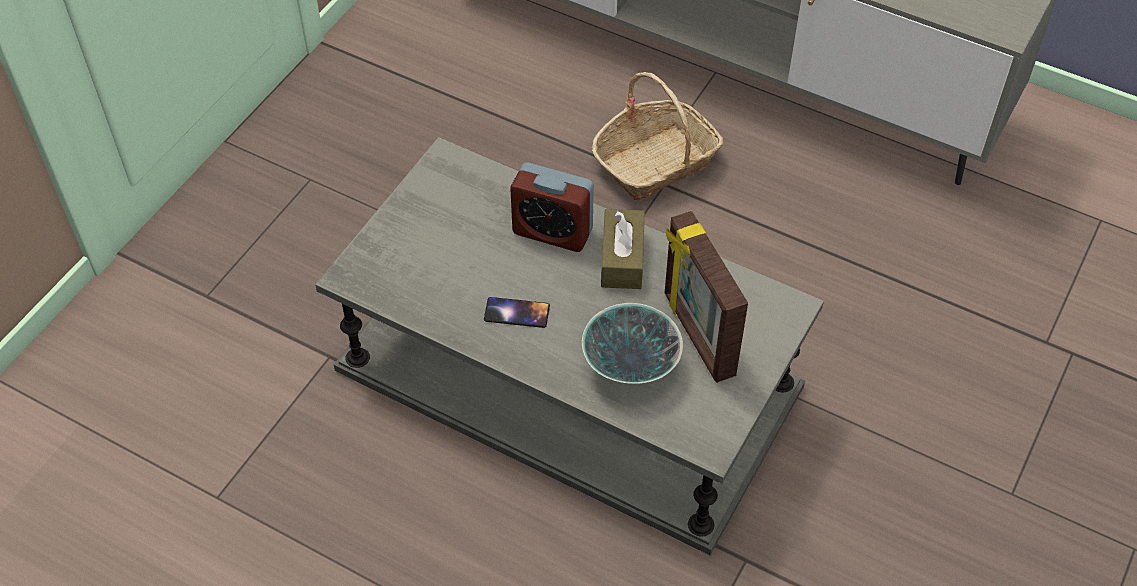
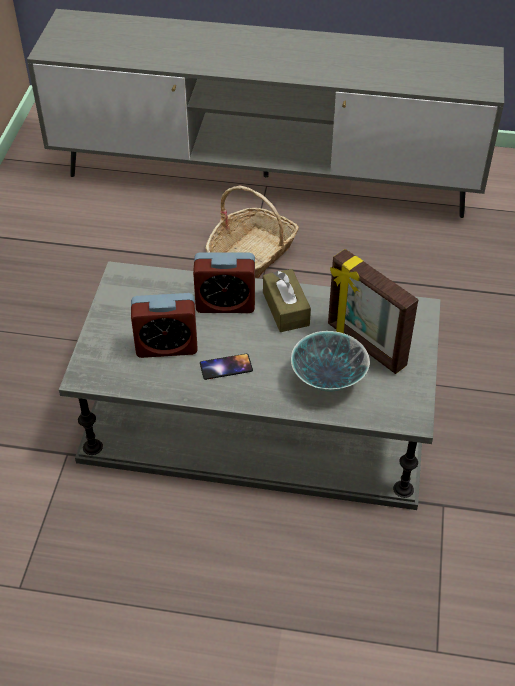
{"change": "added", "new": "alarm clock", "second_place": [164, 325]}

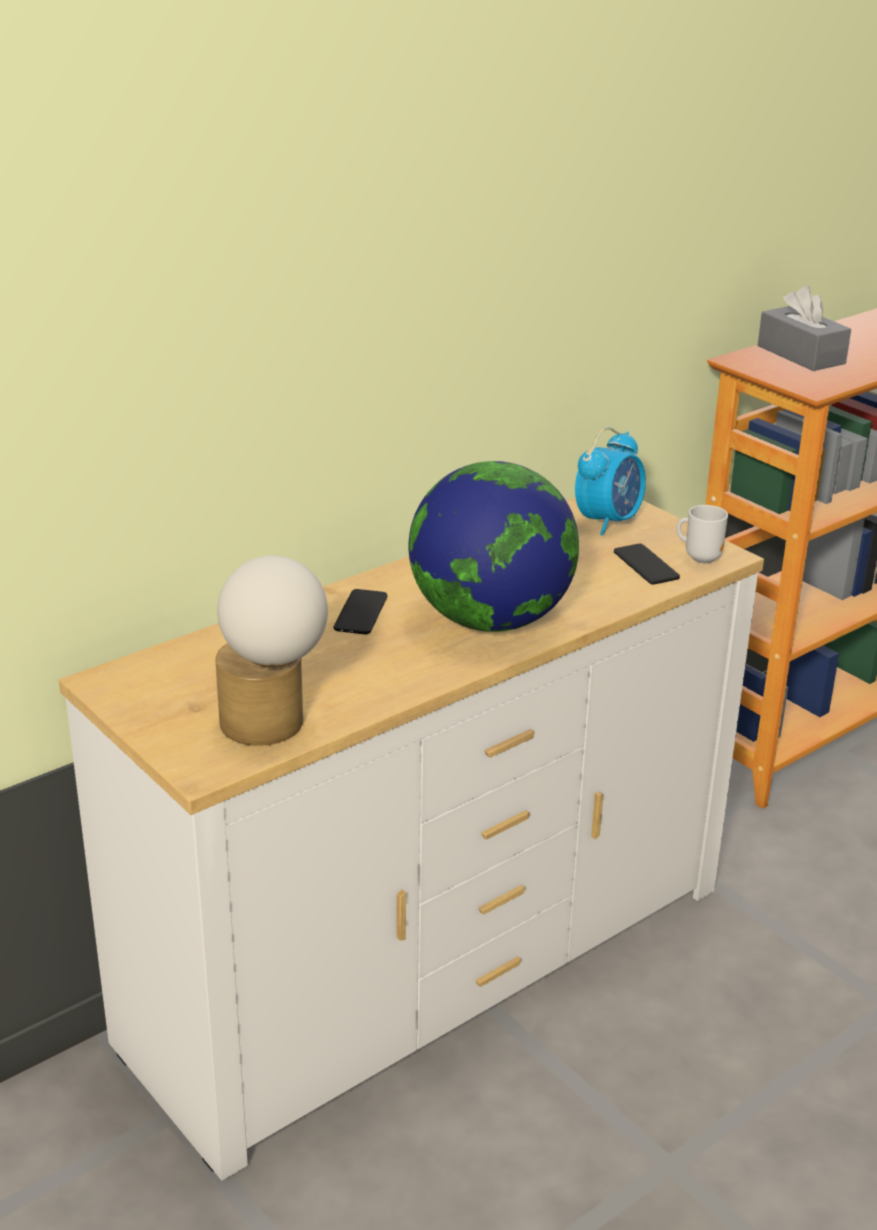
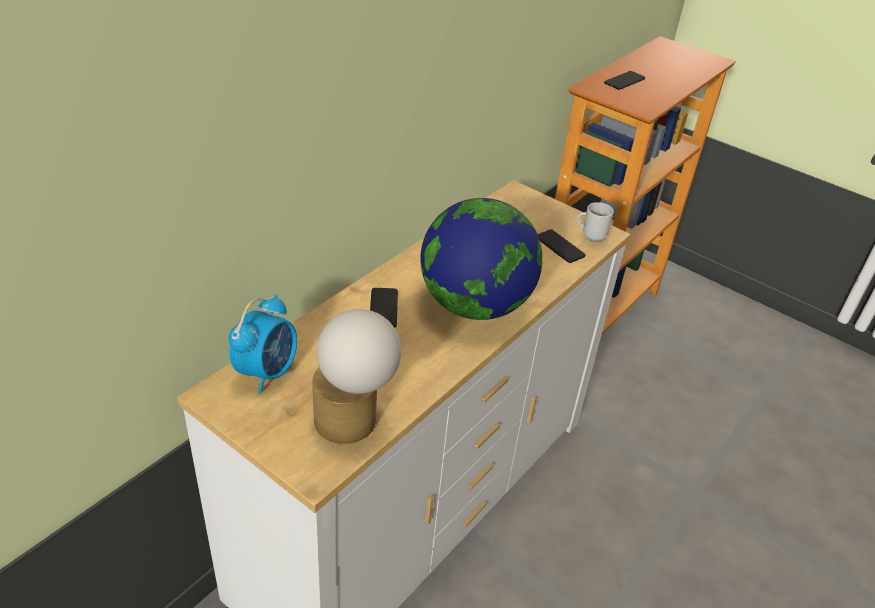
{"change": "replaced", "old": "grey tissue box", "new": "phone", "first_place": [804, 328], "second_place": [624, 80]}
{"change": "moved", "old": "alarm clock", "first_place": [610, 481], "second_place": [263, 344]}

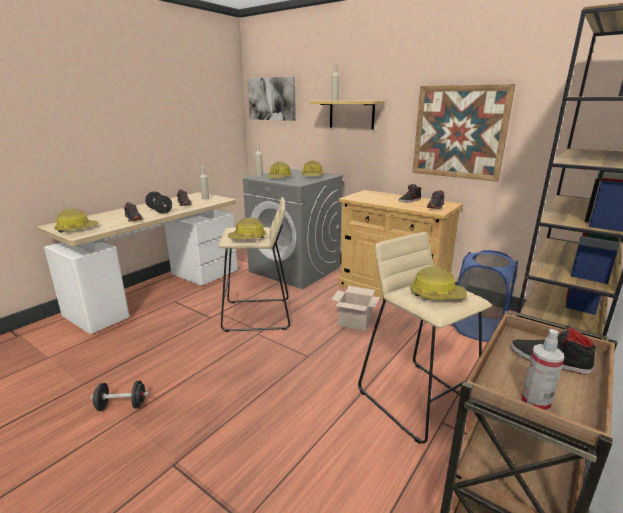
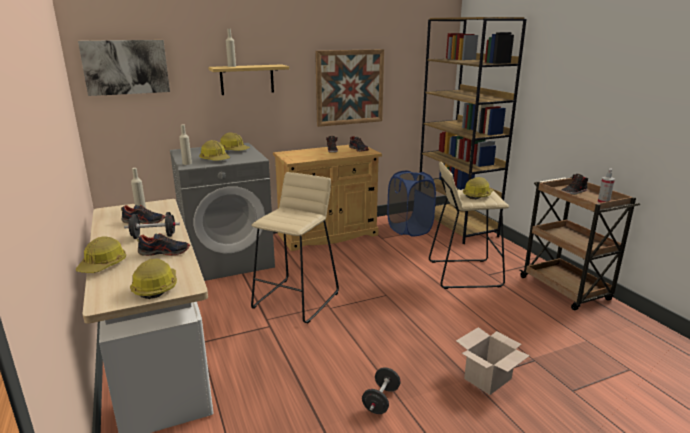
{"change": "moved", "old": "hard hat", "first_place": [247, 228], "second_place": [101, 255]}
{"change": "moved", "old": "cardboard box", "first_place": [355, 308], "second_place": [493, 361]}

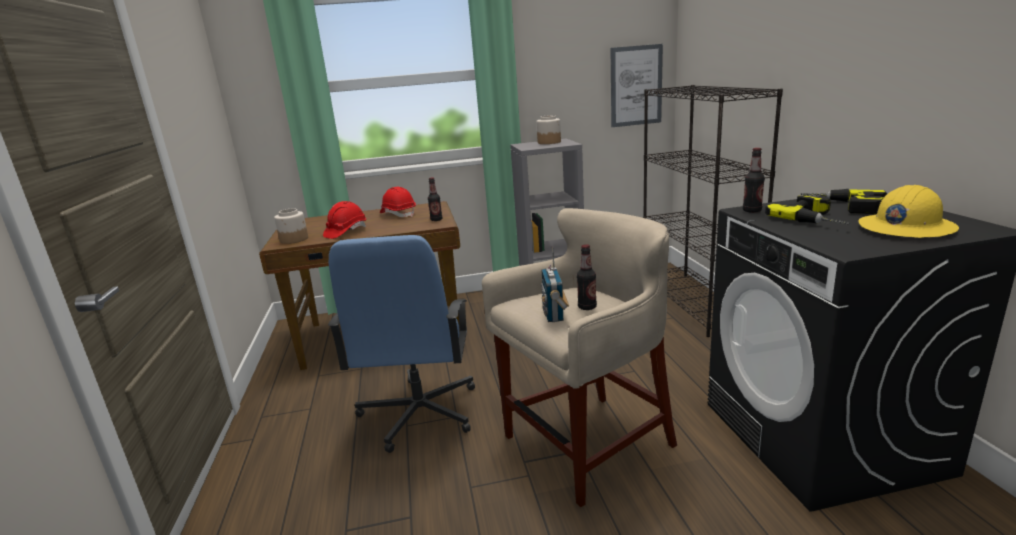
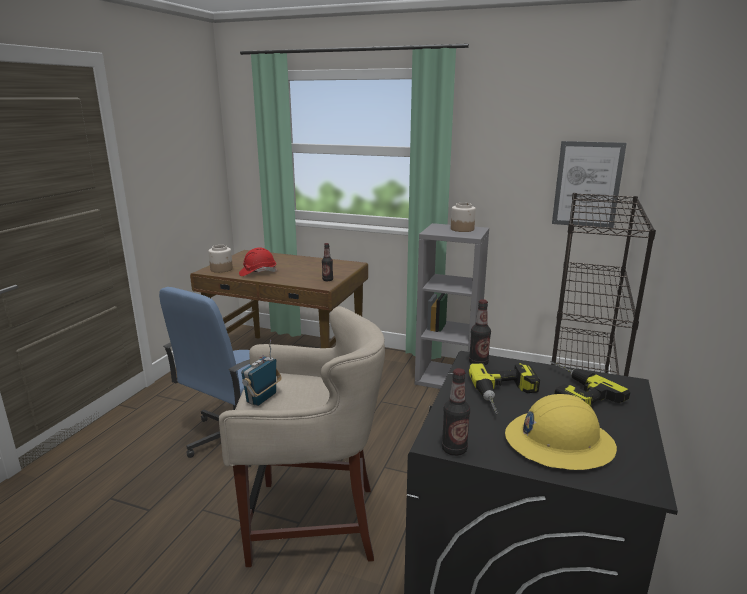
{"change": "removed", "old": "red hard hat", "first_place": [398, 202]}
{"change": "moved", "old": "bottle", "first_place": [587, 277], "second_place": [456, 412]}

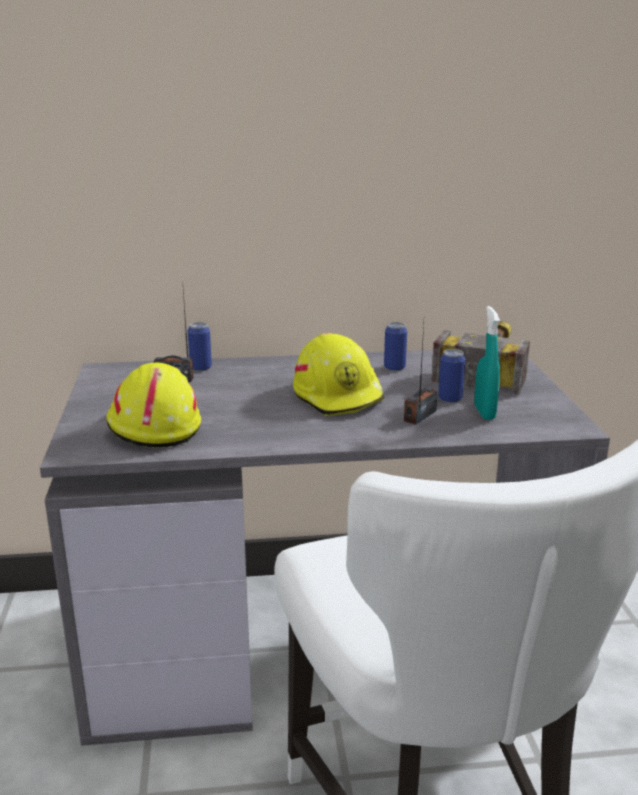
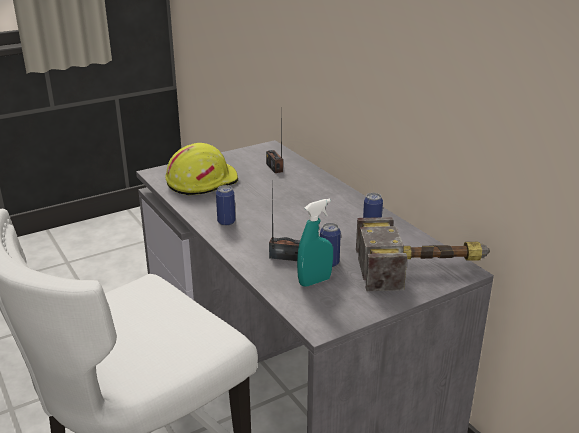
{"change": "moved", "old": "can", "first_place": [200, 346], "second_place": [225, 205]}
{"change": "removed", "old": "yellow hard hat", "first_place": [339, 374]}

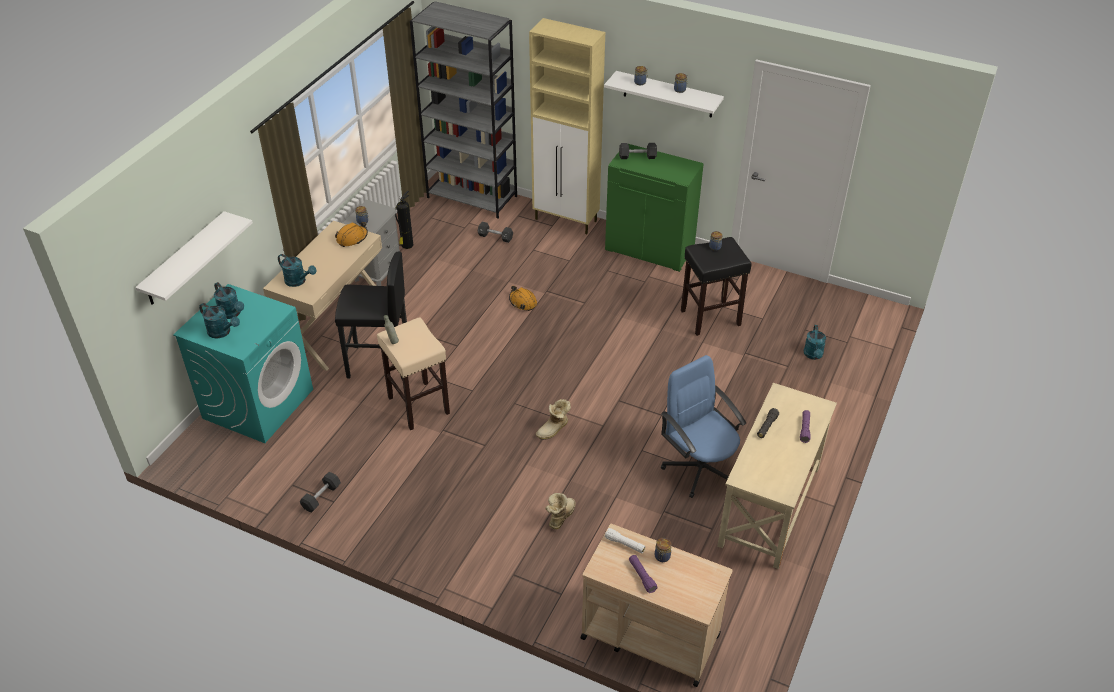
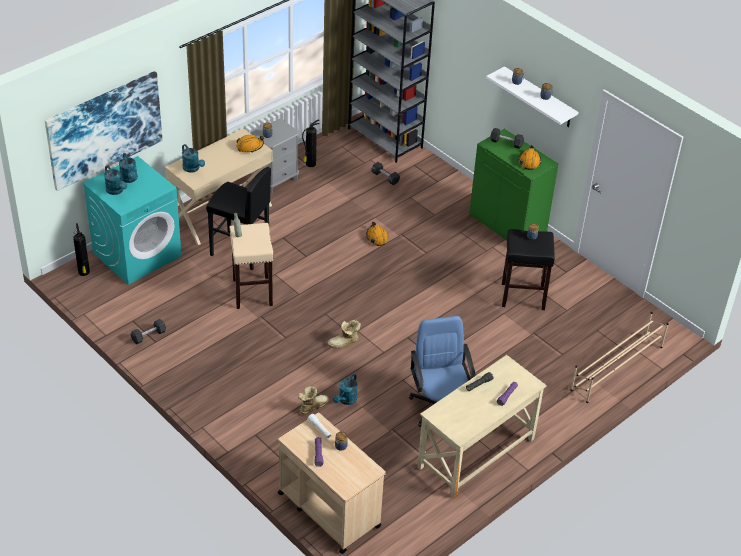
{"change": "removed", "old": "beige cabinet", "first_place": [567, 126]}
{"change": "replaced", "old": "white shelf", "new": "picture", "first_place": [194, 258], "second_place": [103, 131]}
{"change": "moved", "old": "turquoise watering can", "first_place": [815, 342], "second_place": [345, 389]}
{"change": "added", "new": "orange hard hat", "second_place": [529, 157]}
{"change": "added", "new": "fire extinguisher", "second_place": [81, 249]}
{"change": "added", "new": "beige shoe rack", "second_place": [619, 357]}

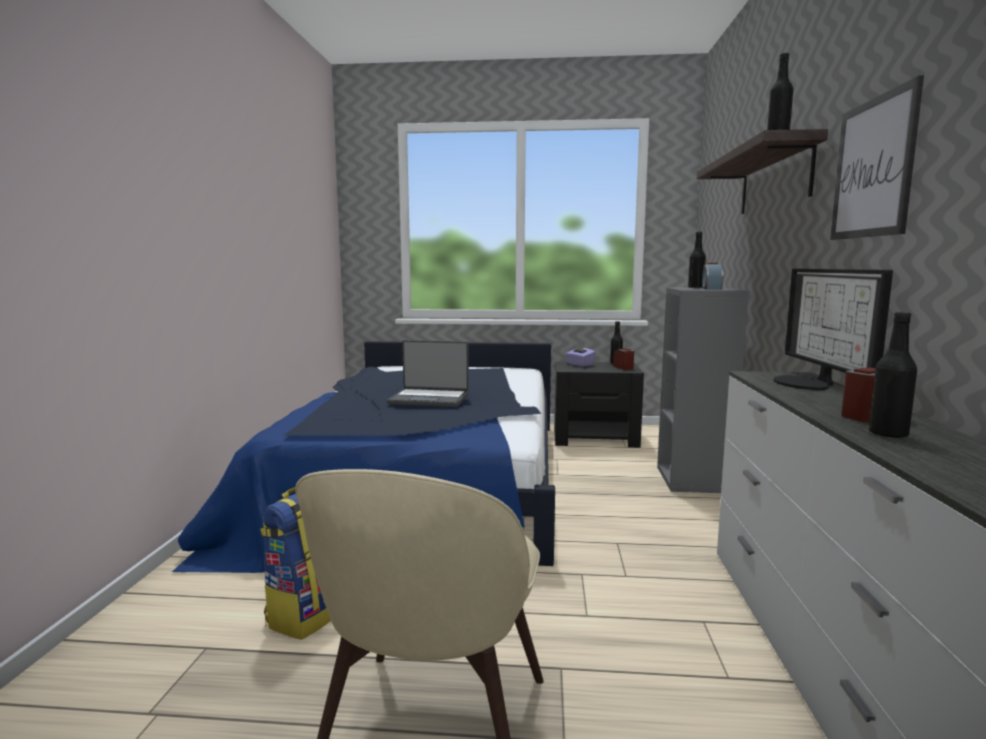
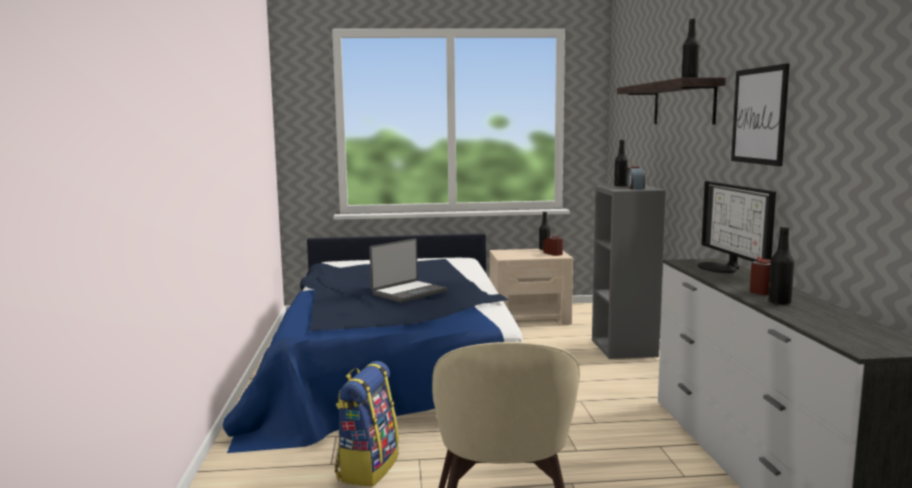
{"change": "turned", "old": "laptop", "first_place": [428, 373], "second_place": [408, 270], "degrees": -45}
{"change": "removed", "old": "purple tissue box", "first_place": [580, 355]}
{"change": "recoloured", "old": "black nightstand", "new": "beige nightstand", "first_place": [599, 405], "second_place": [531, 287]}

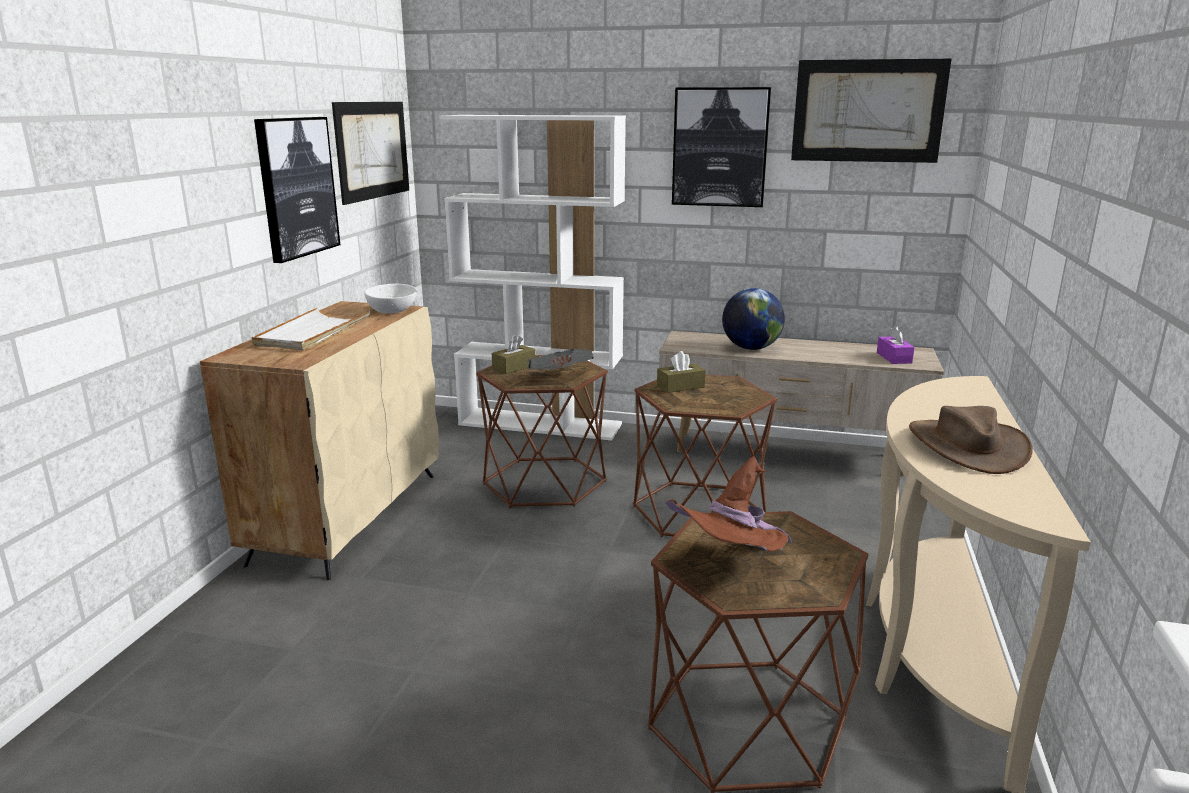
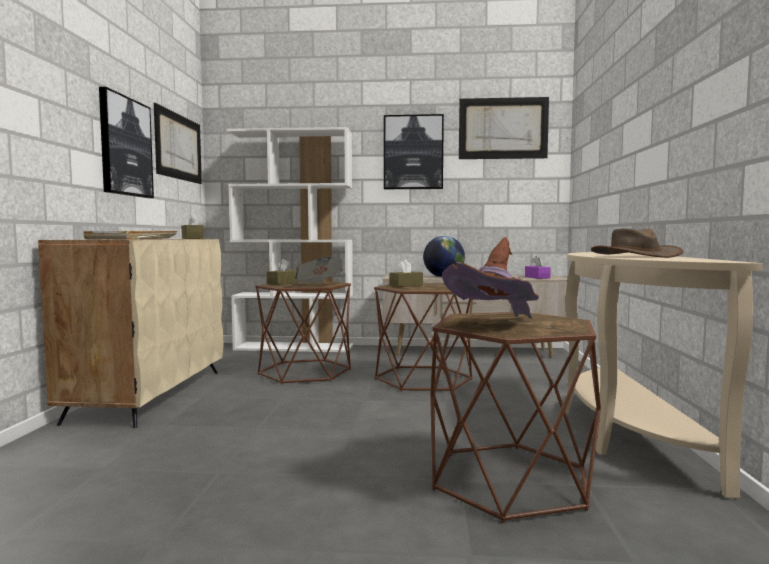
{"change": "replaced", "old": "white bowl", "new": "brown tissue box", "first_place": [390, 299], "second_place": [192, 225]}

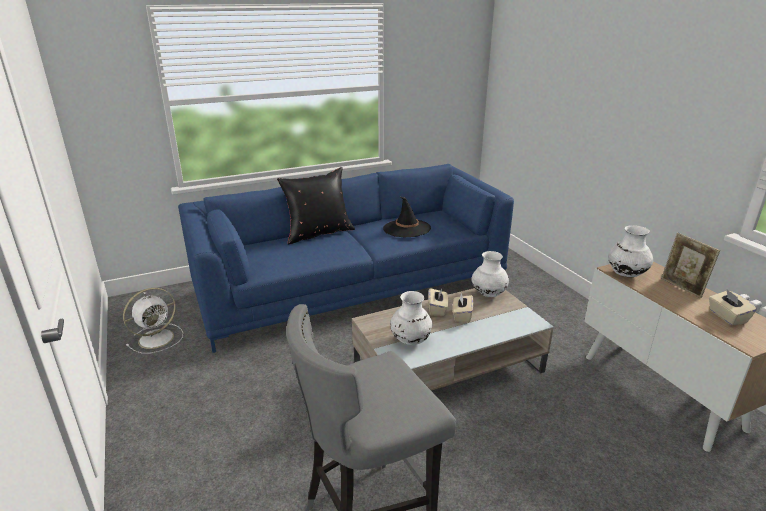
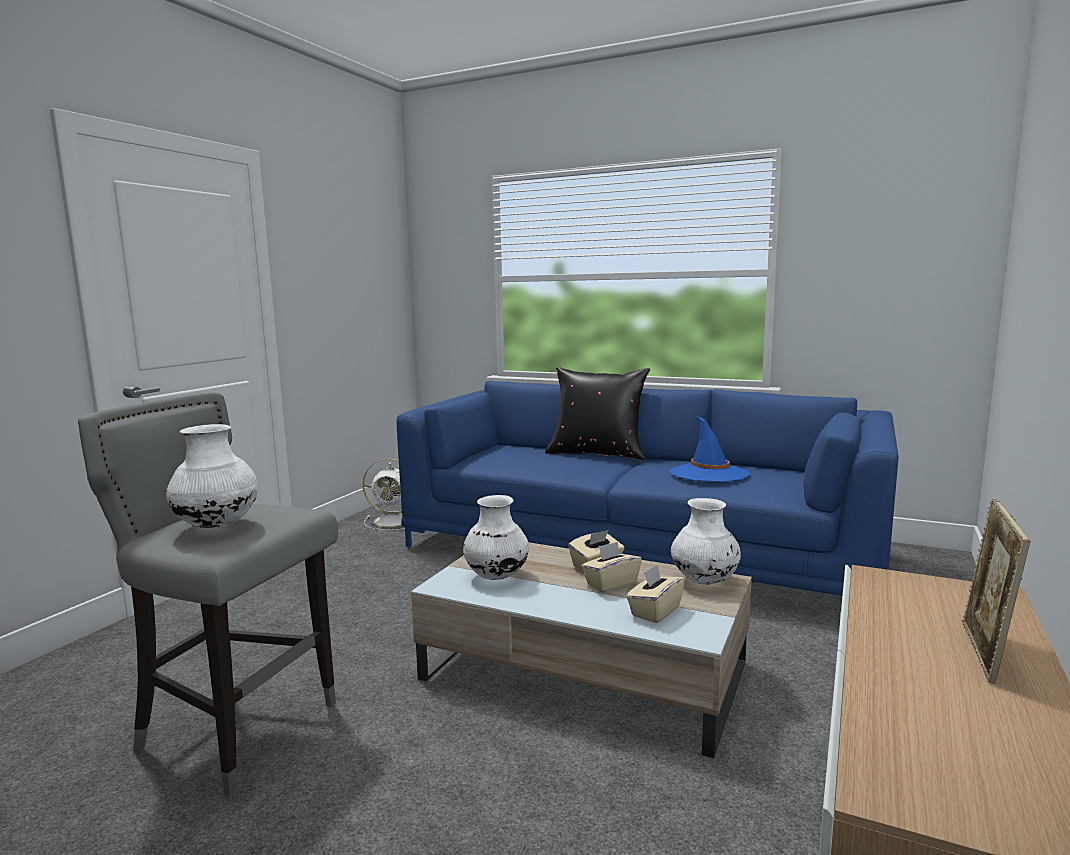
{"change": "recoloured", "old": "black hat", "new": "blue hat", "first_place": [407, 217], "second_place": [710, 449]}
{"change": "moved", "old": "white vase", "first_place": [630, 251], "second_place": [212, 476]}
{"change": "moved", "old": "beige tissue box", "first_place": [733, 307], "second_place": [655, 593]}

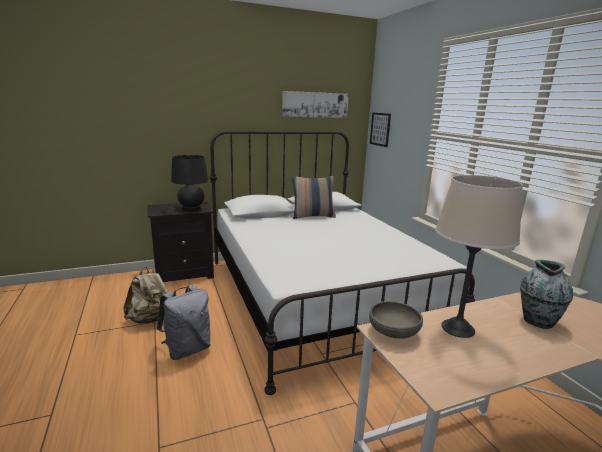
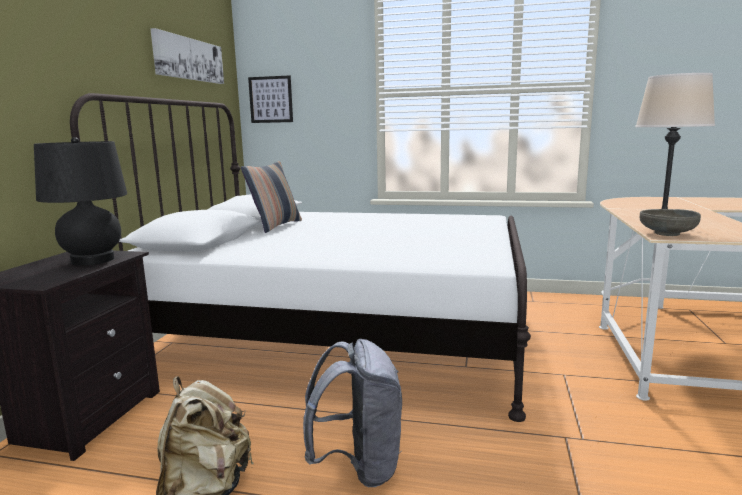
{"change": "removed", "old": "vase", "first_place": [546, 294]}

